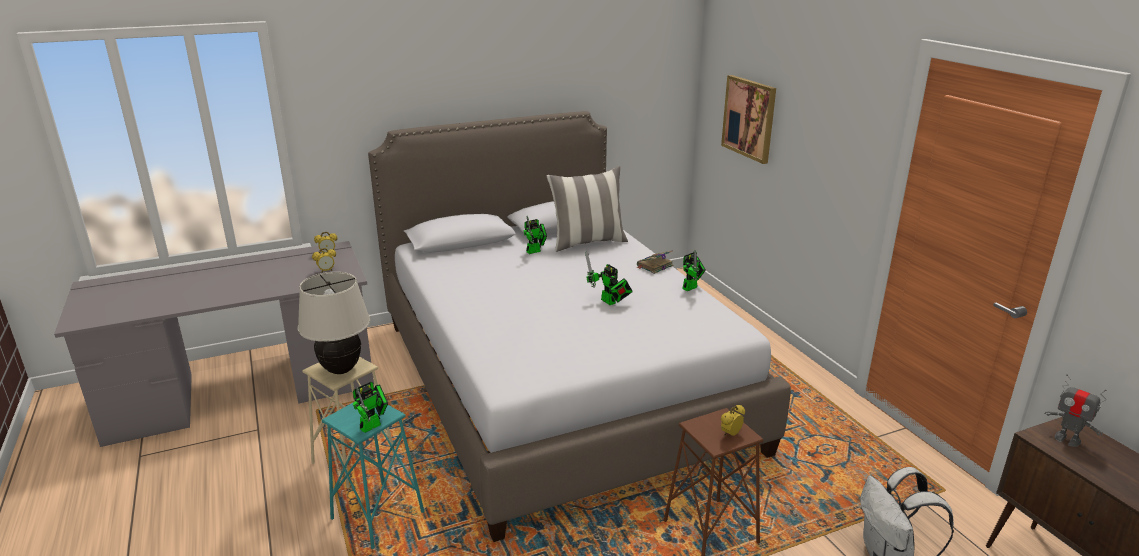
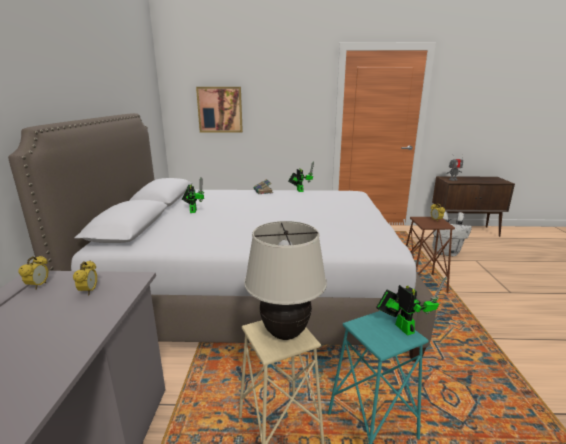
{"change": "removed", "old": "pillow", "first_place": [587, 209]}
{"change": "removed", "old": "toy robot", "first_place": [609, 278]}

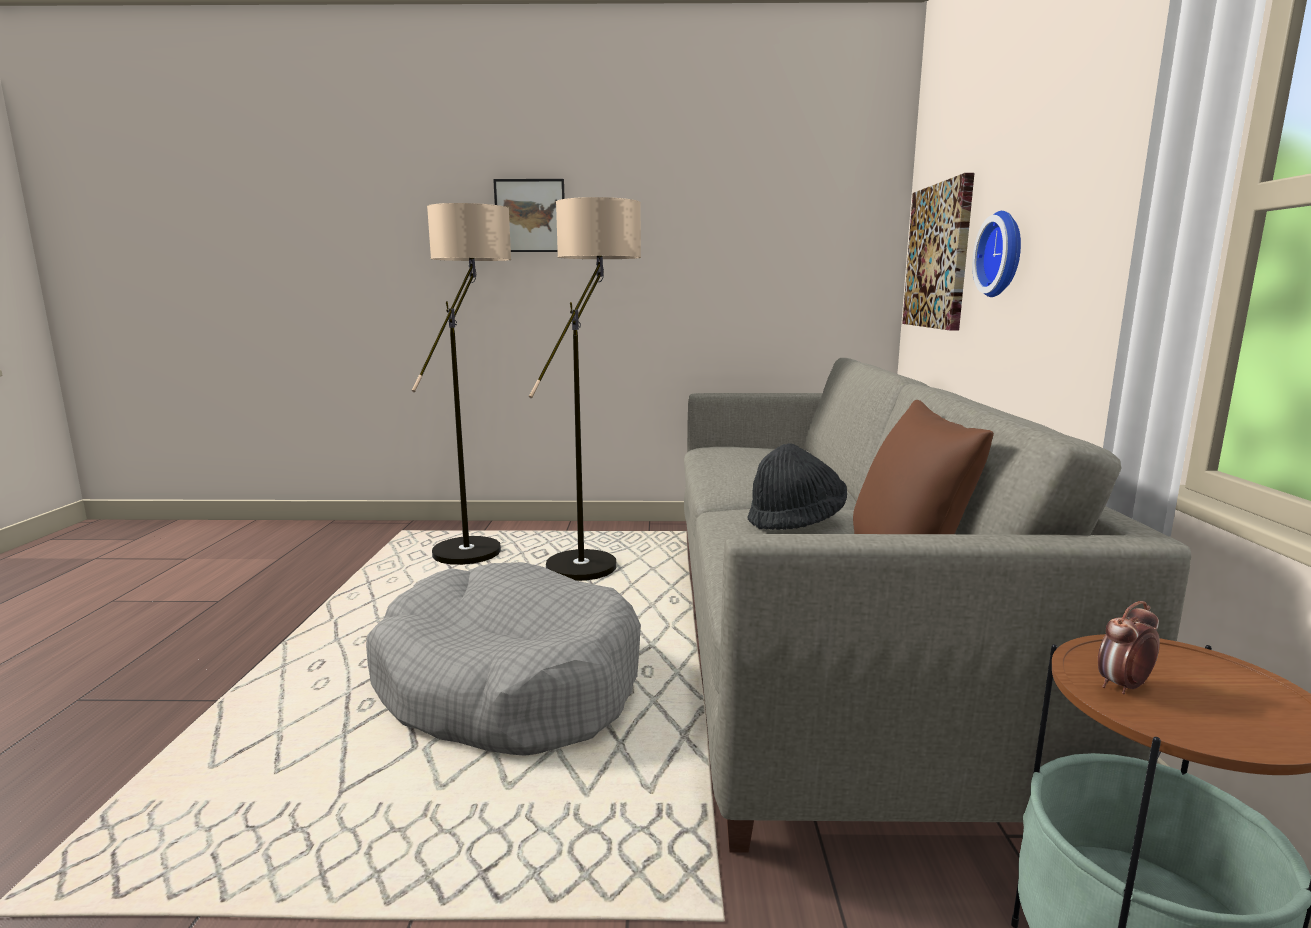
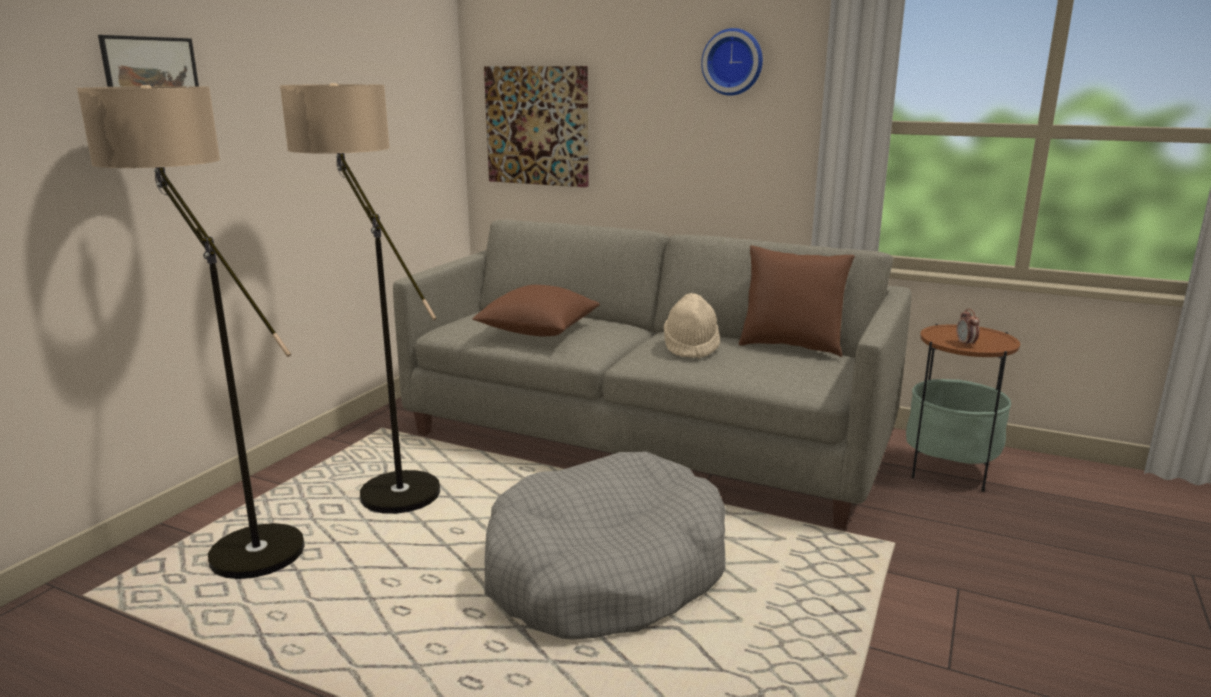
{"change": "moved", "old": "wall clock", "first_place": [996, 254], "second_place": [732, 61]}
{"change": "recoloured", "old": "black hat", "new": "beige hat", "first_place": [797, 486], "second_place": [692, 326]}
{"change": "added", "new": "brown pillow", "second_place": [536, 310]}

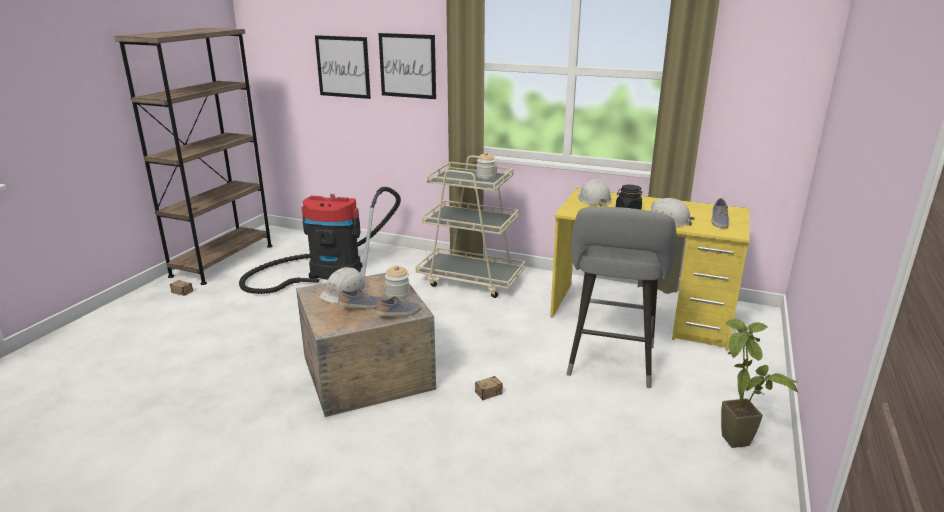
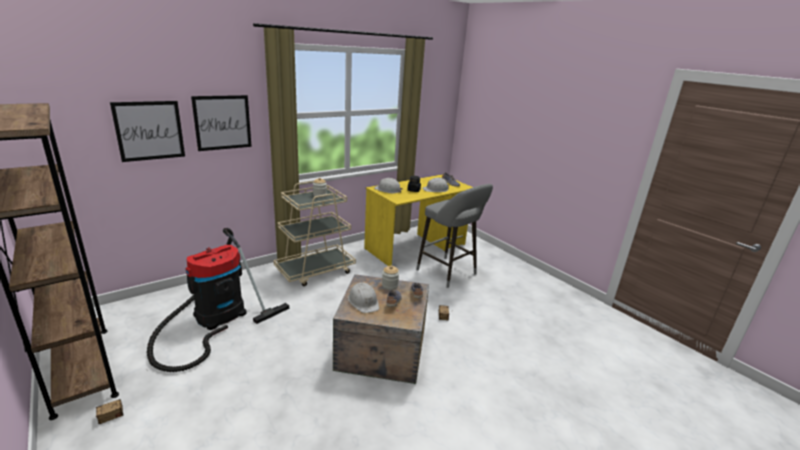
{"change": "removed", "old": "potted plant", "first_place": [760, 383]}

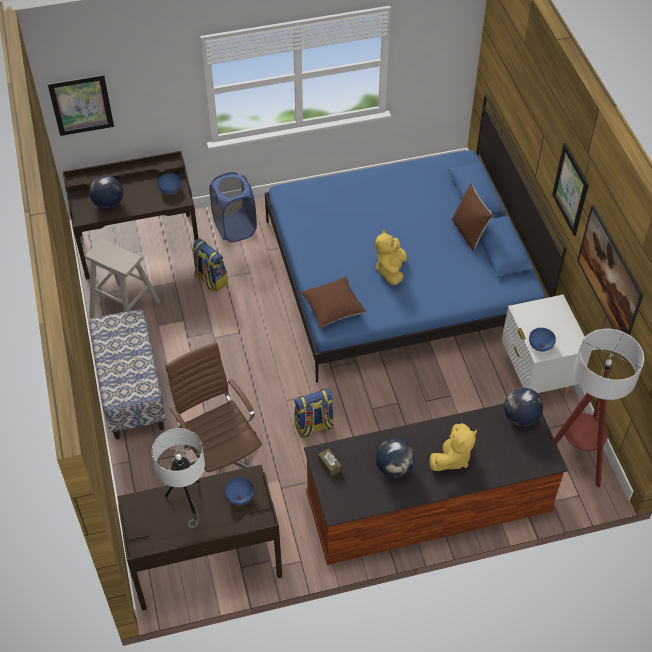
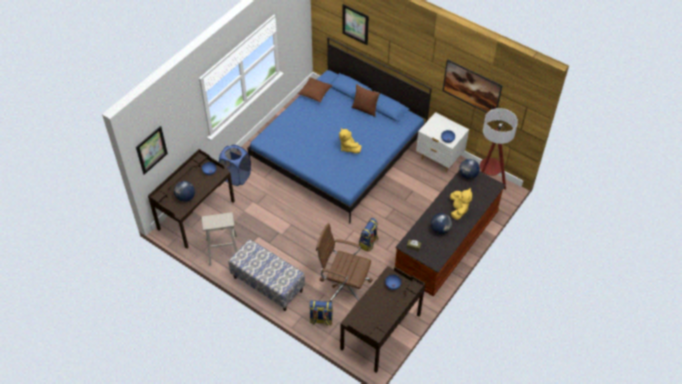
{"change": "moved", "old": "picture", "first_place": [570, 189], "second_place": [355, 24]}
{"change": "moved", "old": "backpack", "first_place": [210, 265], "second_place": [321, 313]}
{"change": "moved", "old": "brown pillow", "first_place": [334, 302], "second_place": [315, 90]}
{"change": "removed", "old": "white table lamp", "first_place": [178, 478]}

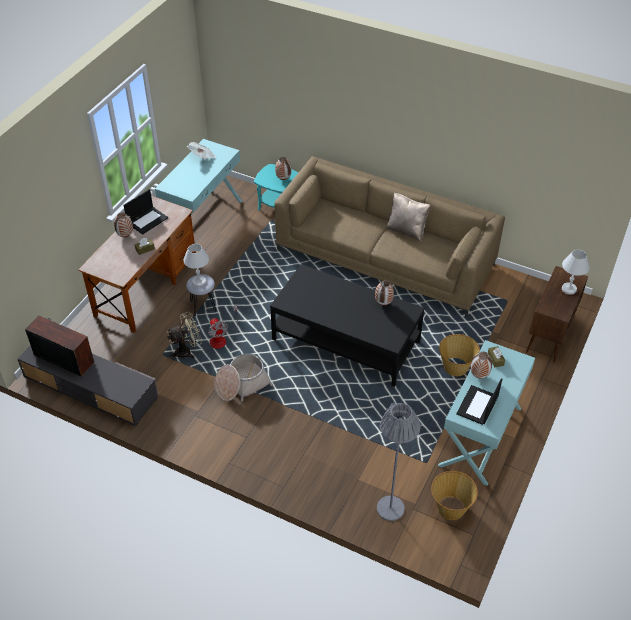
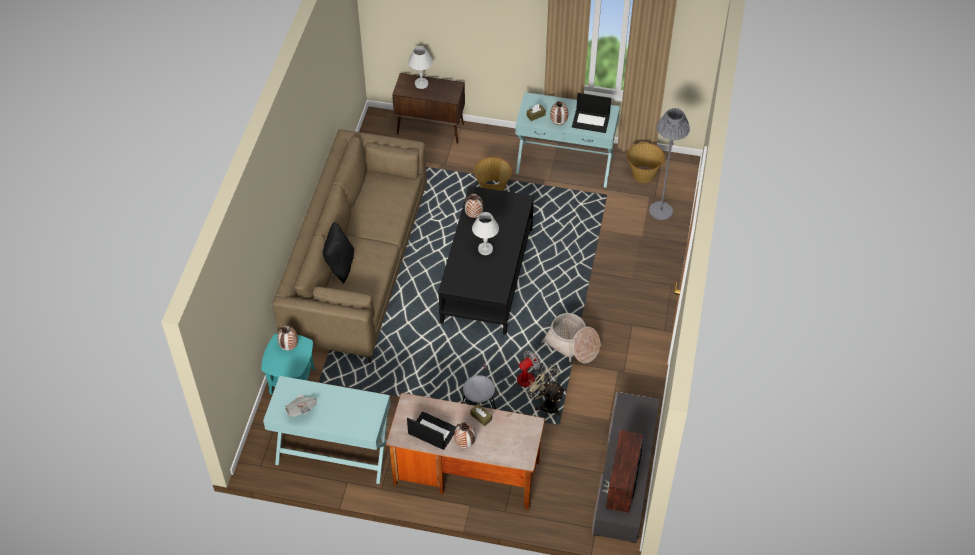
{"change": "removed", "old": "beige pillow", "first_place": [408, 217]}
{"change": "moved", "old": "white table lamp", "first_place": [196, 265], "second_place": [485, 233]}
{"change": "added", "new": "black pillow", "second_place": [338, 252]}

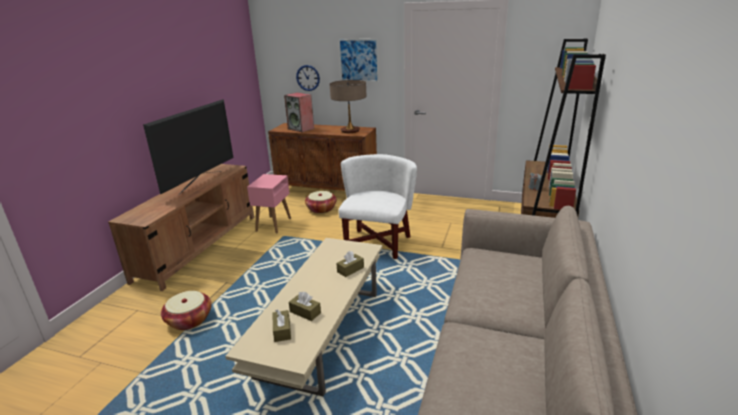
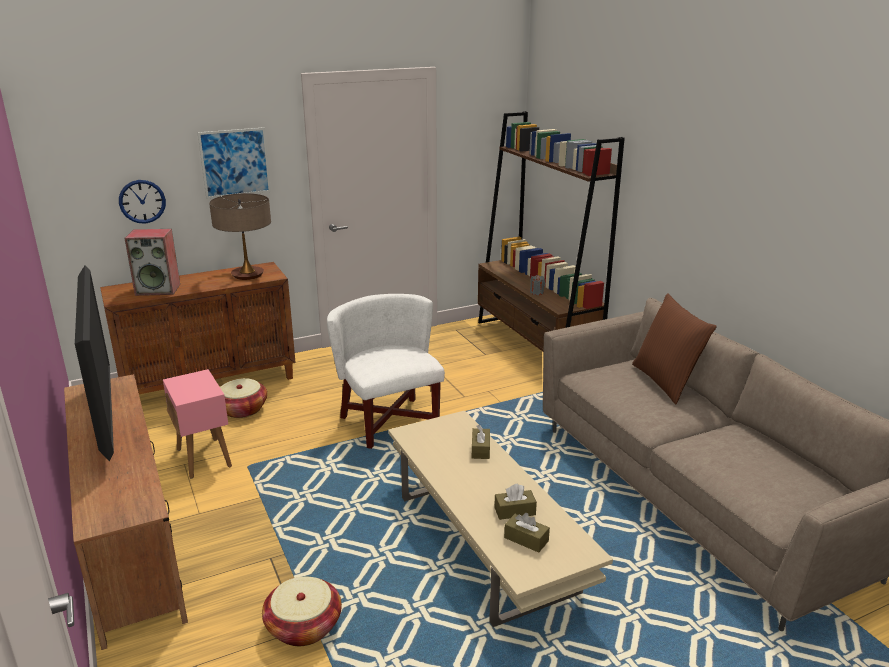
{"change": "added", "new": "brown pillow", "second_place": [674, 348]}

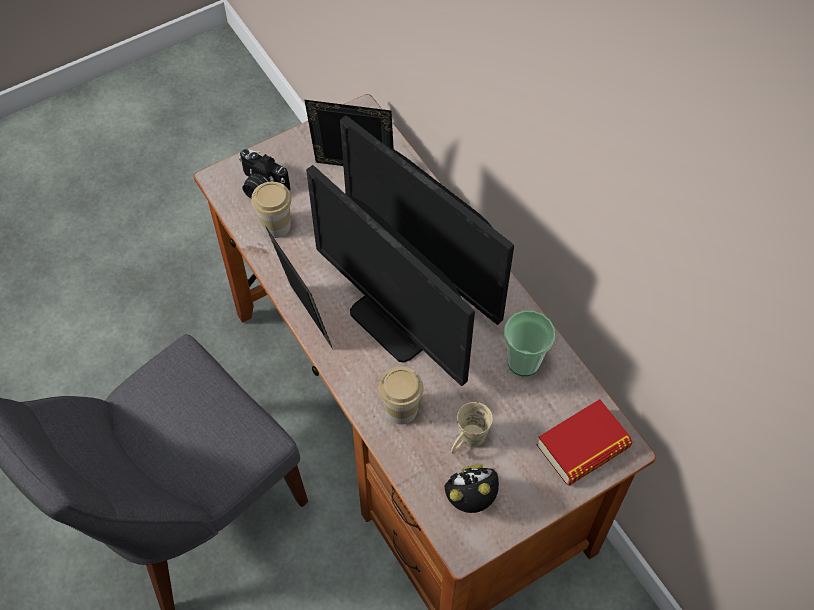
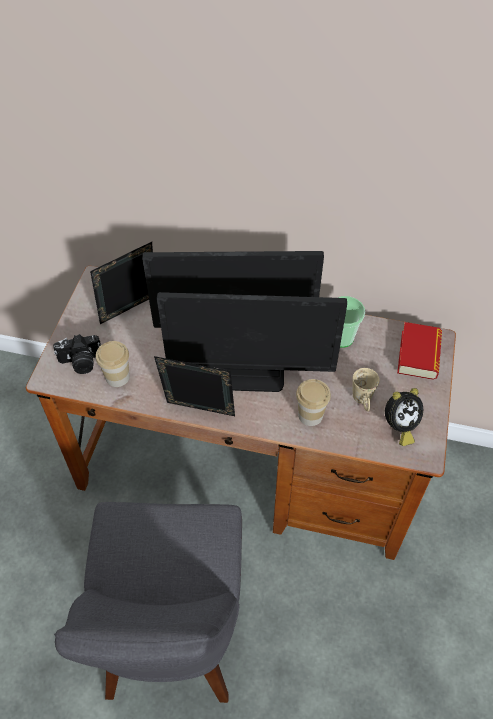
{"change": "turned", "old": "alarm clock", "first_place": [471, 488], "second_place": [404, 417], "degrees": -150}

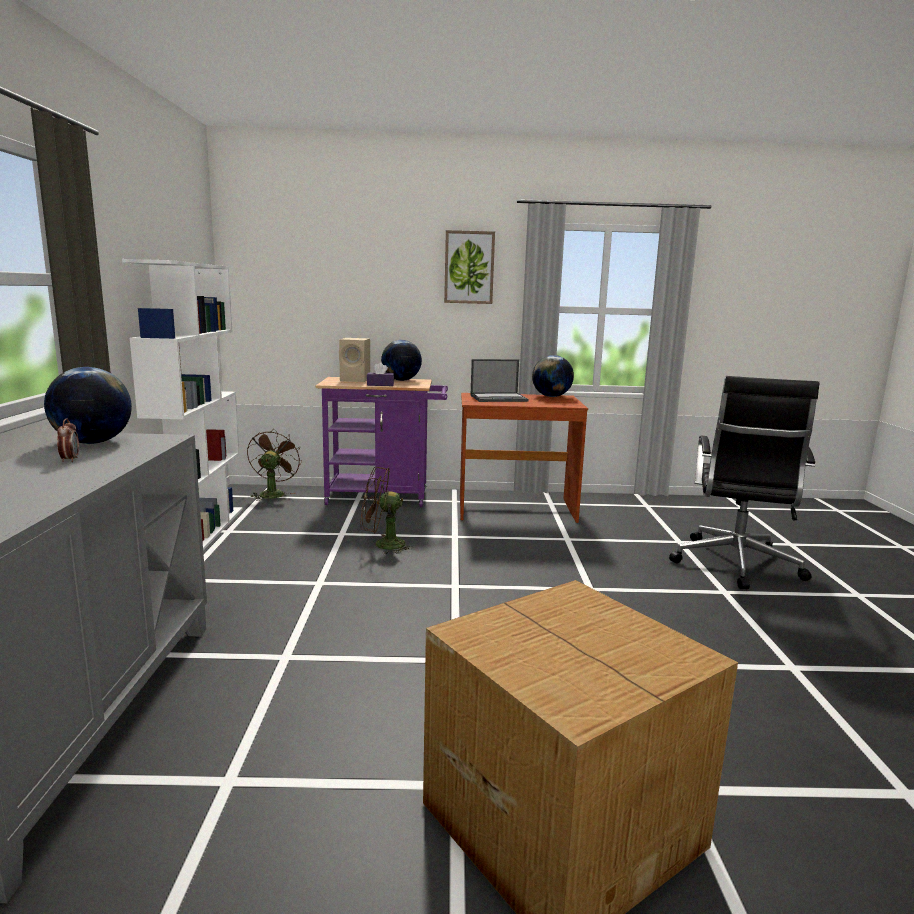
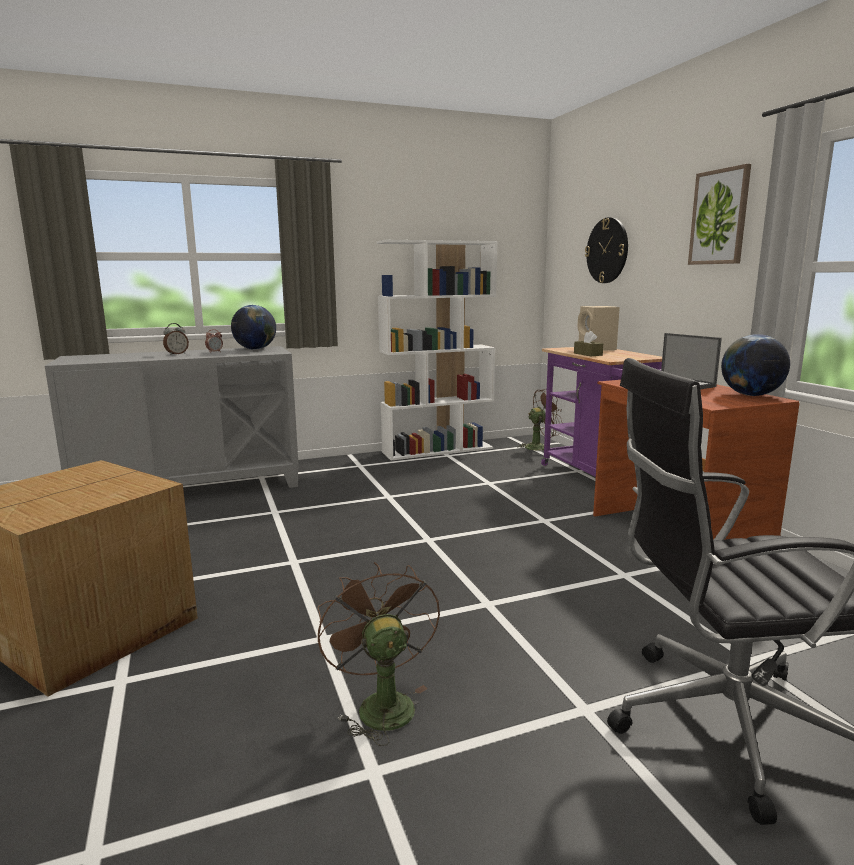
{"change": "removed", "old": "globe", "first_place": [401, 360]}
{"change": "recoloured", "old": "purple tissue box", "new": "brown tissue box", "first_place": [380, 374], "second_place": [588, 343]}
{"change": "moved", "old": "brown fan", "first_place": [387, 510], "second_place": [378, 654]}
{"change": "added", "new": "wall clock", "second_place": [606, 250]}
{"change": "added", "new": "alarm clock", "second_place": [176, 339]}

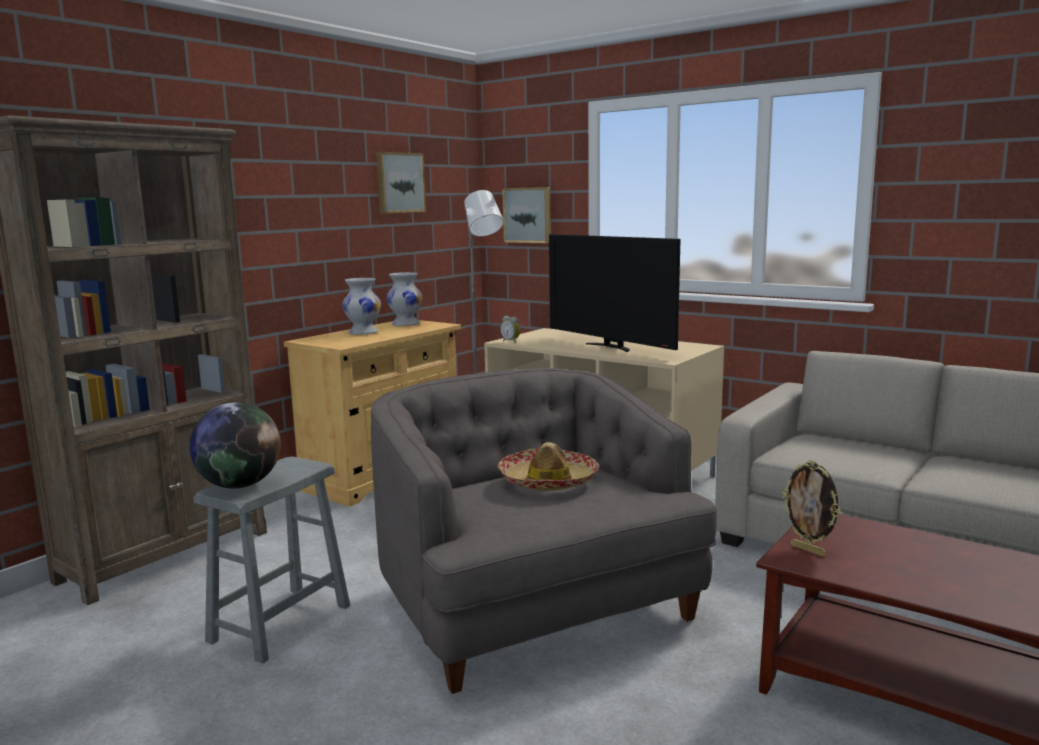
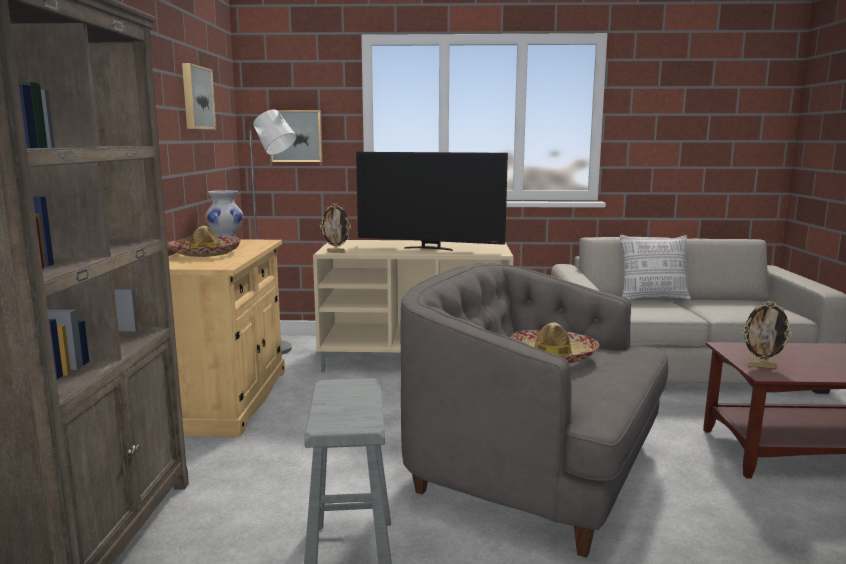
{"change": "replaced", "old": "white vase", "new": "hat", "first_place": [361, 306], "second_place": [204, 241]}
{"change": "replaced", "old": "alarm clock", "new": "picture frame", "first_place": [510, 329], "second_place": [335, 228]}
{"change": "removed", "old": "globe", "first_place": [235, 445]}
{"change": "added", "new": "pillow", "second_place": [655, 268]}

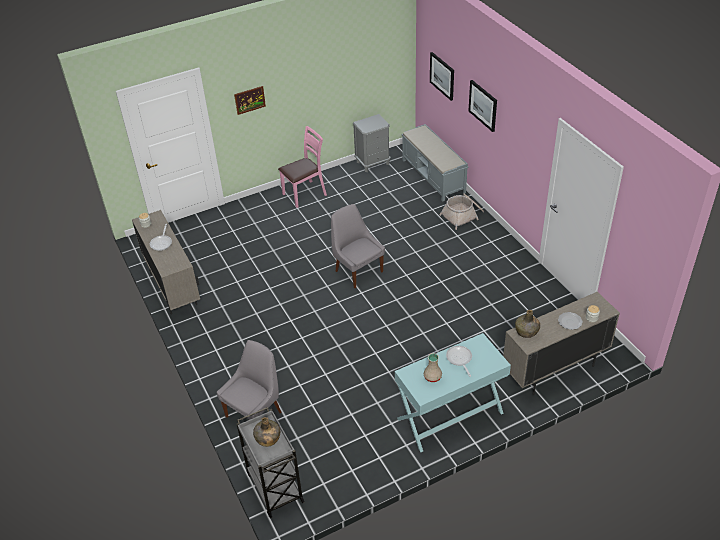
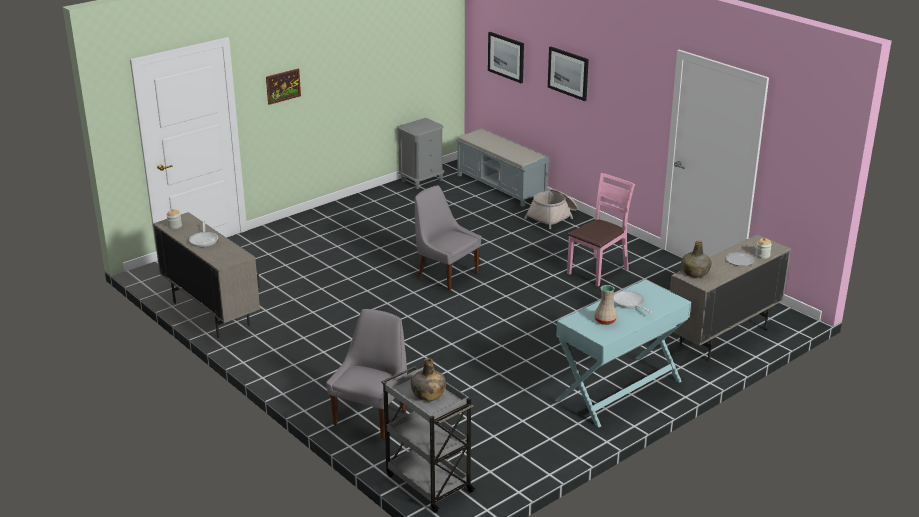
{"change": "moved", "old": "pink chair", "first_place": [302, 167], "second_place": [601, 229]}

